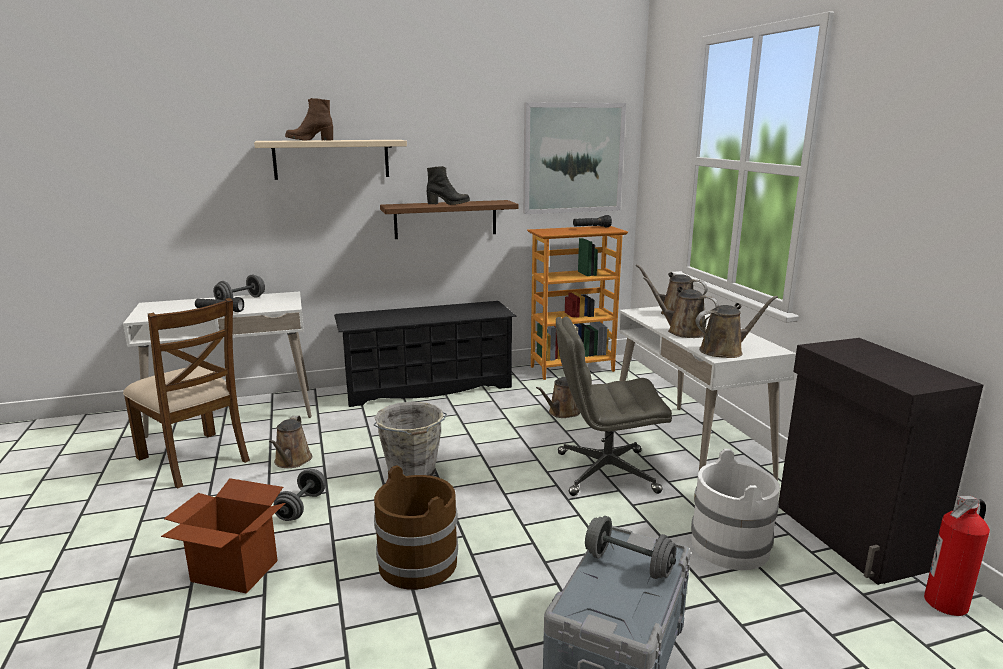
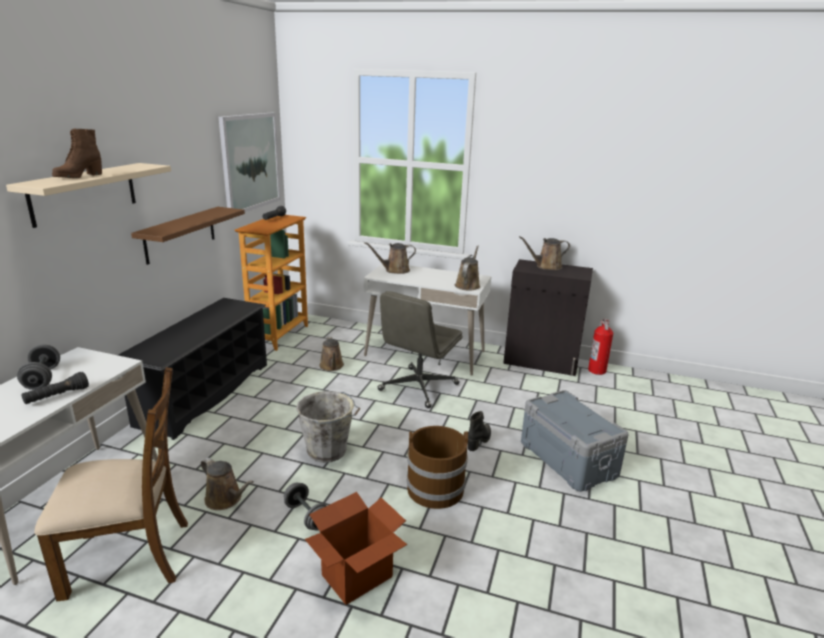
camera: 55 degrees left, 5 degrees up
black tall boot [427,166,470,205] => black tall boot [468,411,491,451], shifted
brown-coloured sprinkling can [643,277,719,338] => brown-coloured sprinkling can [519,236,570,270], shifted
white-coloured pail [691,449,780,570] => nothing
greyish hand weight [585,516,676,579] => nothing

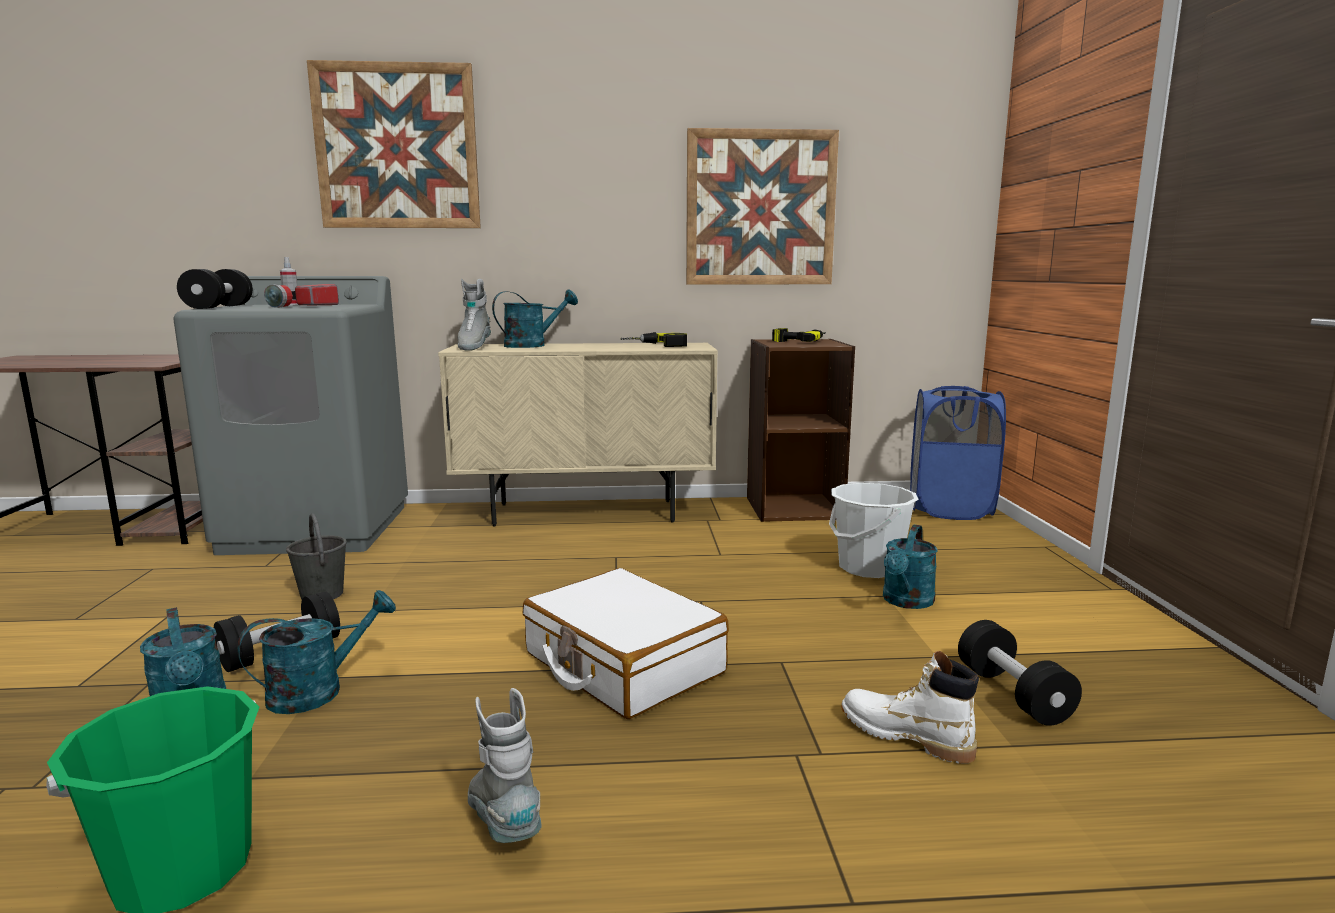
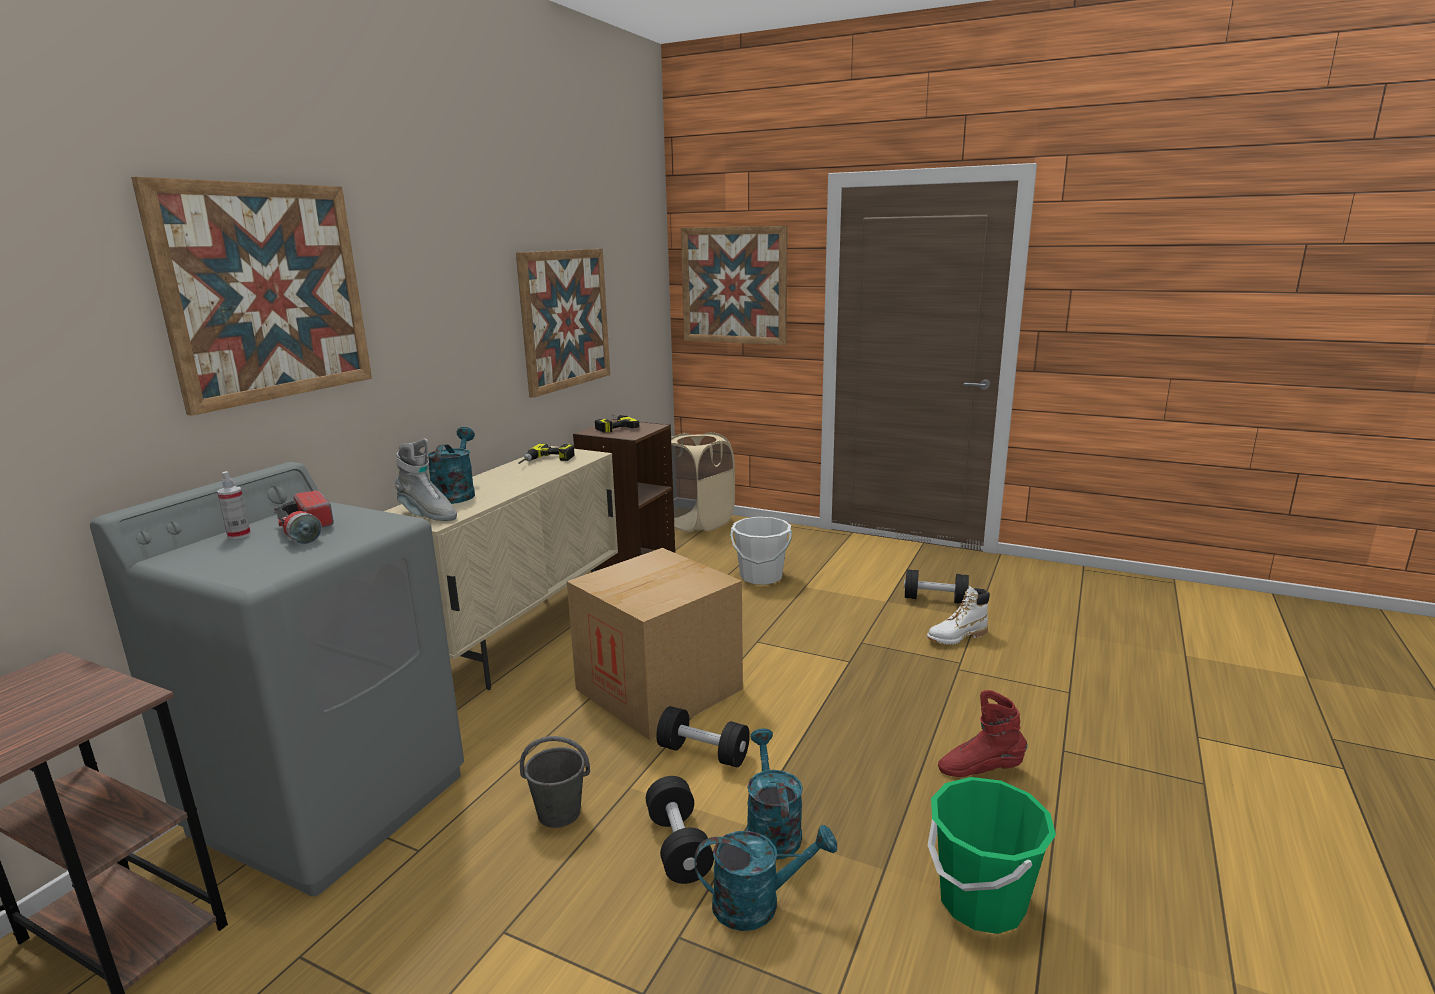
camera: 60 degrees left, 5 degrees up
black hand weight [177,269,253,309] => black hand weight [656,706,750,767], shifted
blue-coloured hamper [910,386,1006,520] => beige hamper [671,432,735,532]
turquoise sprinkling can [883,525,938,609] => nothing
white-coloured suitcase [523,568,729,719] => nothing
greyish tall boot [468,688,541,843] => reddish tall boot [938,690,1027,777]
nothing => picture [681,226,788,345]
nothing => carton [567,548,743,740]

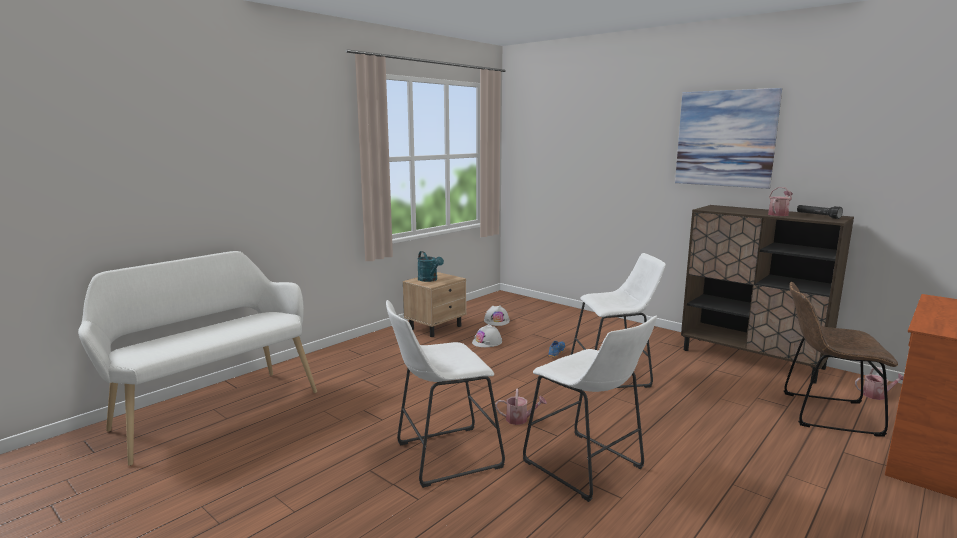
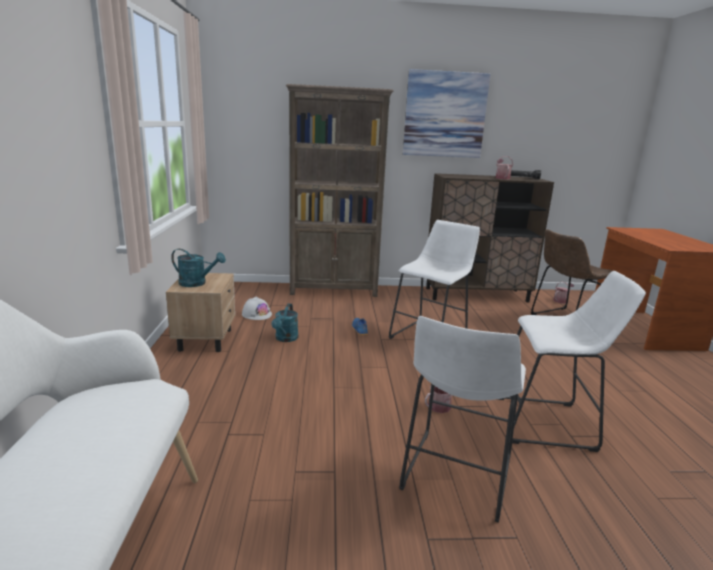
camera: 45 degrees left, 5 degrees up
white-coloured work helmet [472,324,502,347] => turquoise sprinkling can [271,303,298,342]
nothing => brown-coloured bookshelf [286,84,393,297]

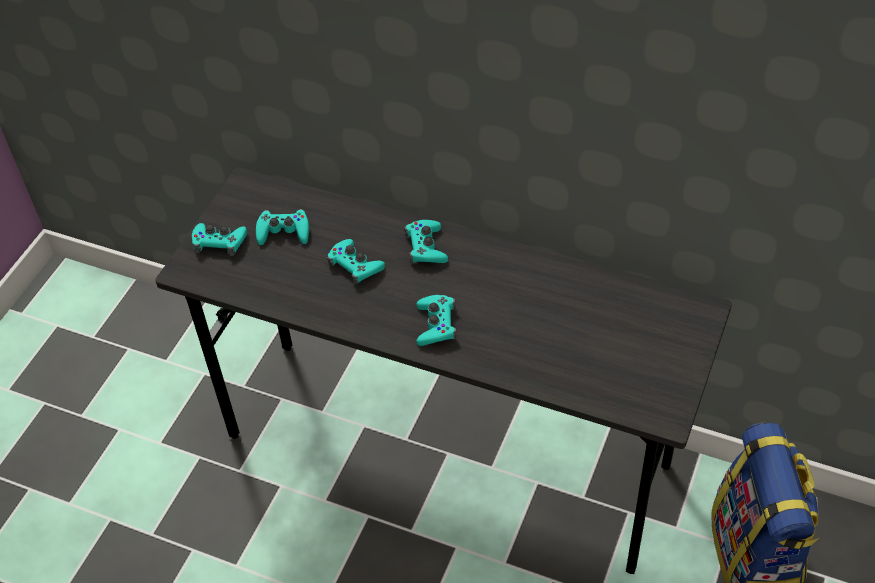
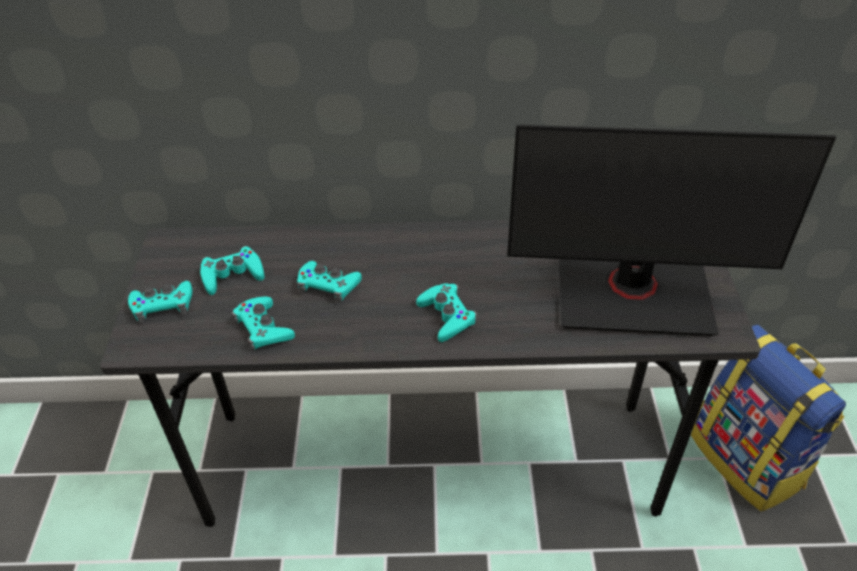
camera: 25 degrees left, 5 degrees down
turquoise joypad [404,220,448,263] => turquoise joypad [231,297,295,351], shifted
nothing => computer display [507,124,836,336]

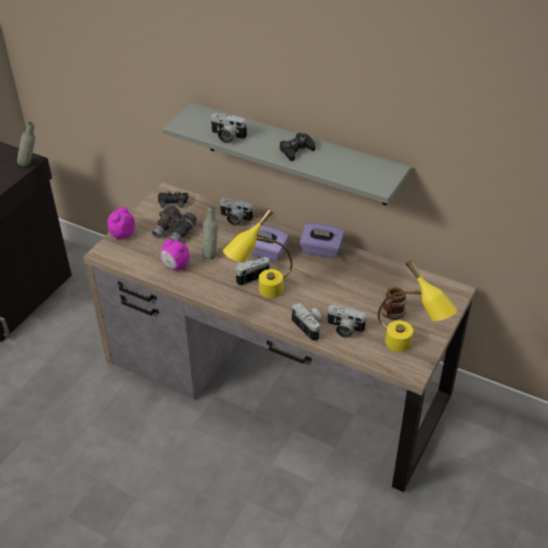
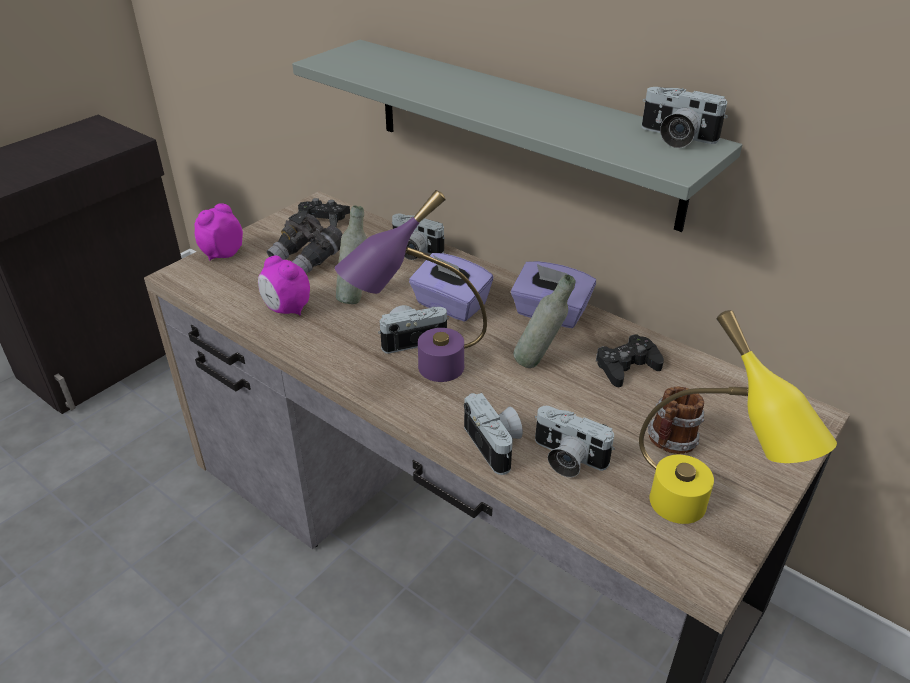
camera: 10 degrees right, 5 degrees down
still camera [210,113,248,143] => still camera [641,87,728,148], shifted
greyish drink bottle [17,122,35,167] => greyish drink bottle [514,274,575,368], shifted
black joypad [280,133,315,161] => black joypad [596,334,664,388], shifted
yellow-coloured tabletop lamp [223,208,293,298] => purplish tabletop lamp [335,190,487,382]

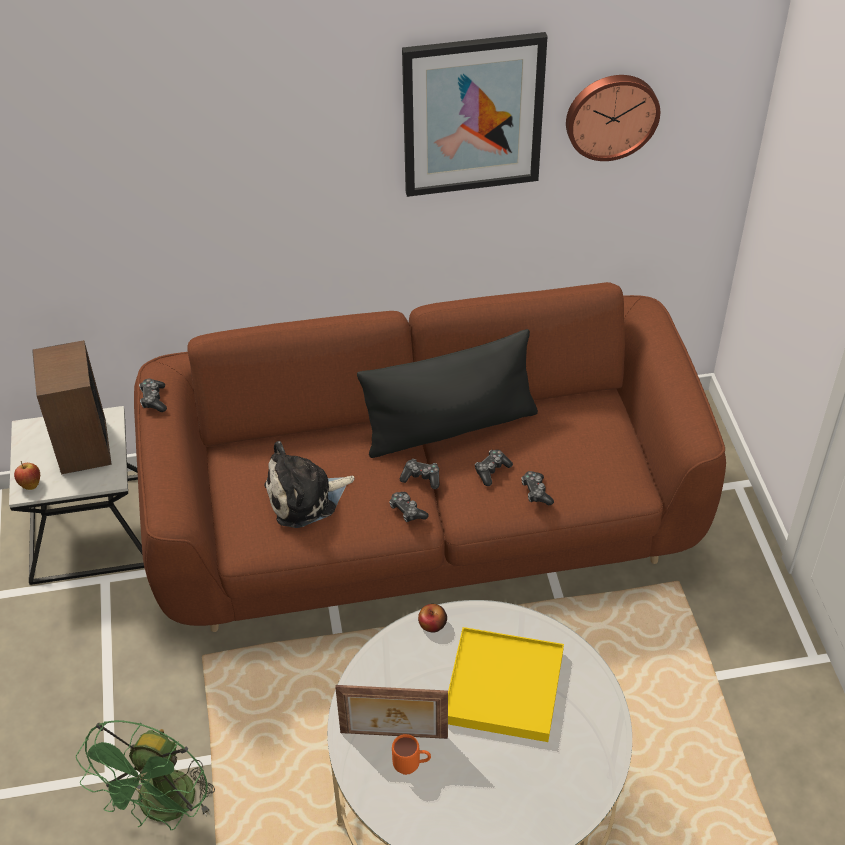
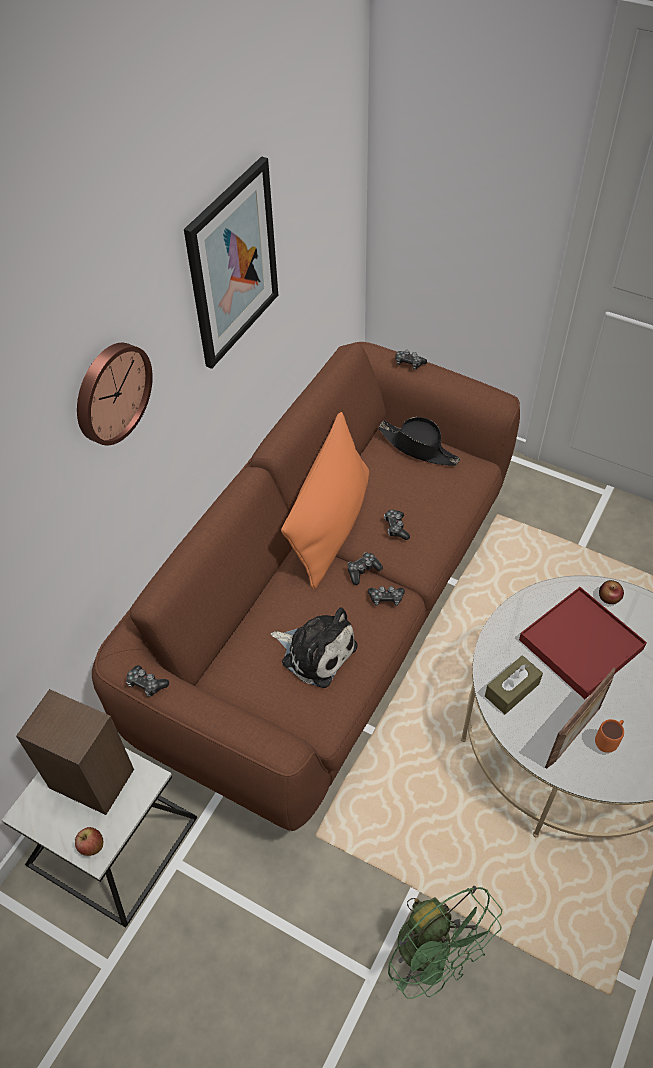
camera: 50 degrees left, 5 degrees up
wall clock [566,75,660,161] => wall clock [77,343,153,446], shifted
black pillow [357,329,538,458] => orangey pillow [281,412,369,589]
plush toy [264,441,354,528] => plush toy [271,607,358,688], 75 degrees counterclockwise
joypad [521,471,554,505] => joypad [395,350,427,370], shifted
apple [418,604,447,632] => apple [599,580,624,604], shifted
yellow-coloured tray [448,627,564,742] => reddish tray [519,587,647,699]
nothing => black clothing hat [378,417,460,466]
nothing => brown-coloured tissue box [485,655,543,714]

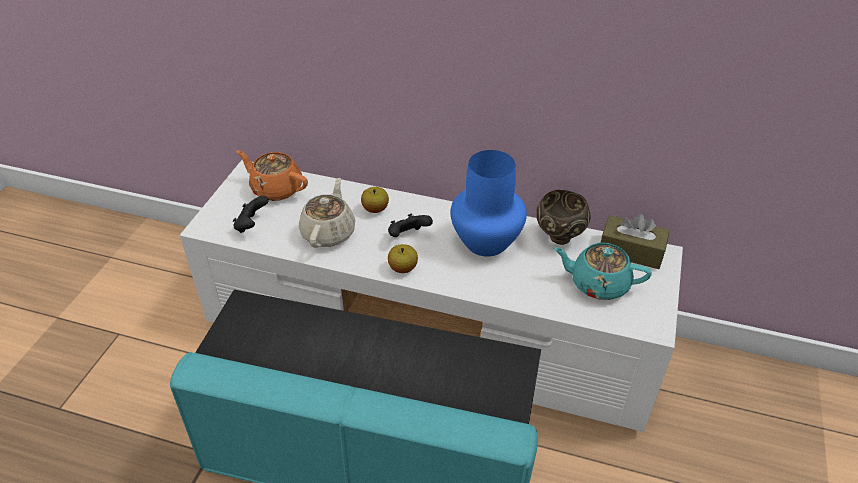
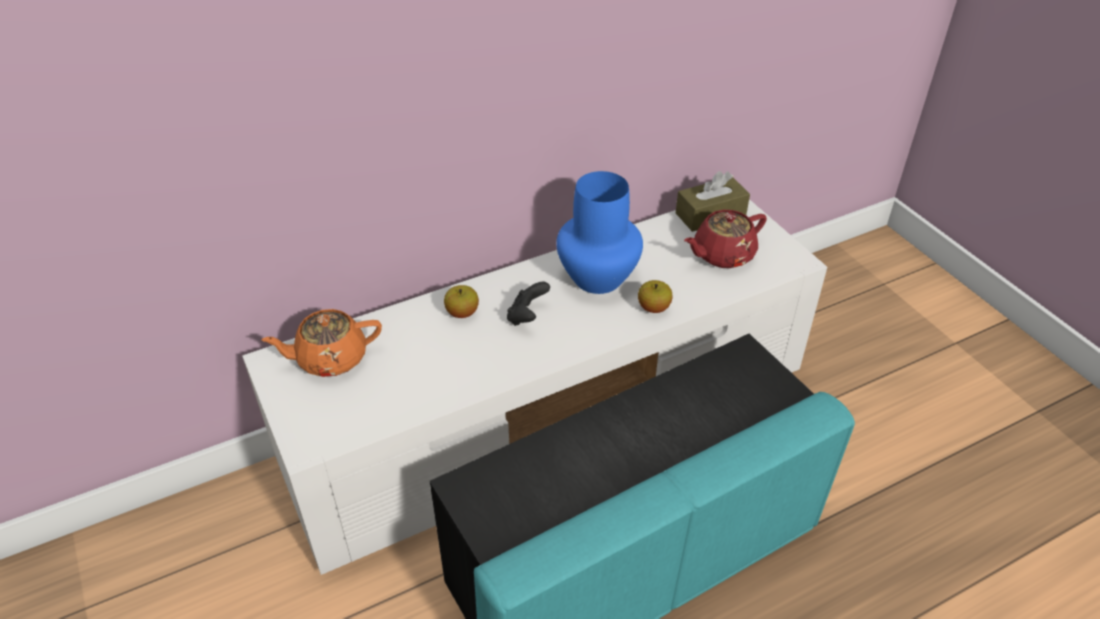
camera: 45 degrees left, 0 degrees up
beige tea pot [299,178,355,248] => nothing
brown-coloured serving bowl [536,190,591,245] => nothing
black joypad [233,196,269,233] => nothing
turquoise tea pot [553,243,652,300] => reddish tea pot [684,210,767,268]
apple [388,244,418,273] => apple [638,280,673,313], shifted

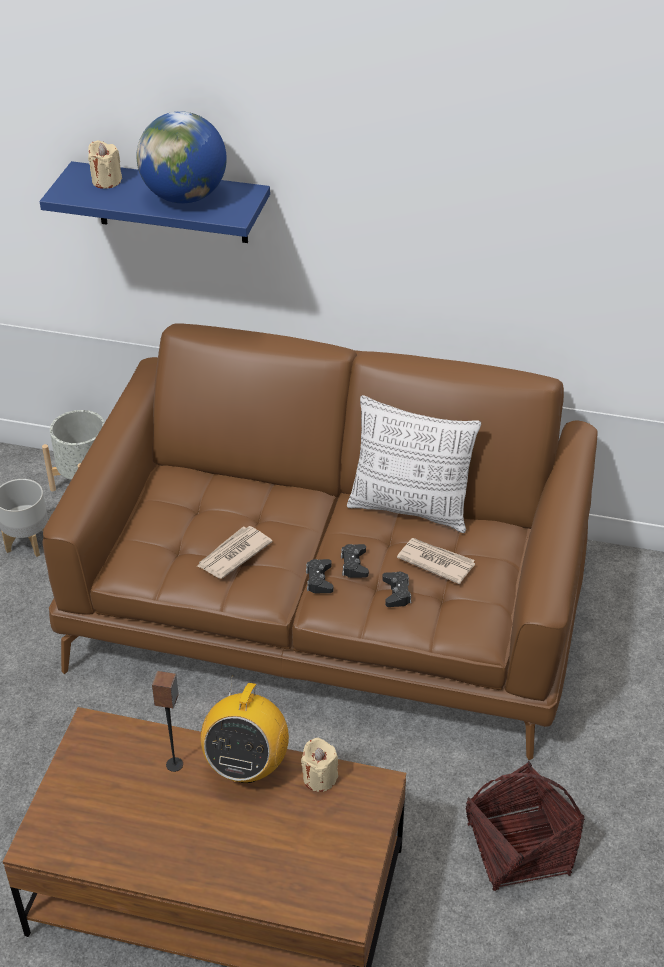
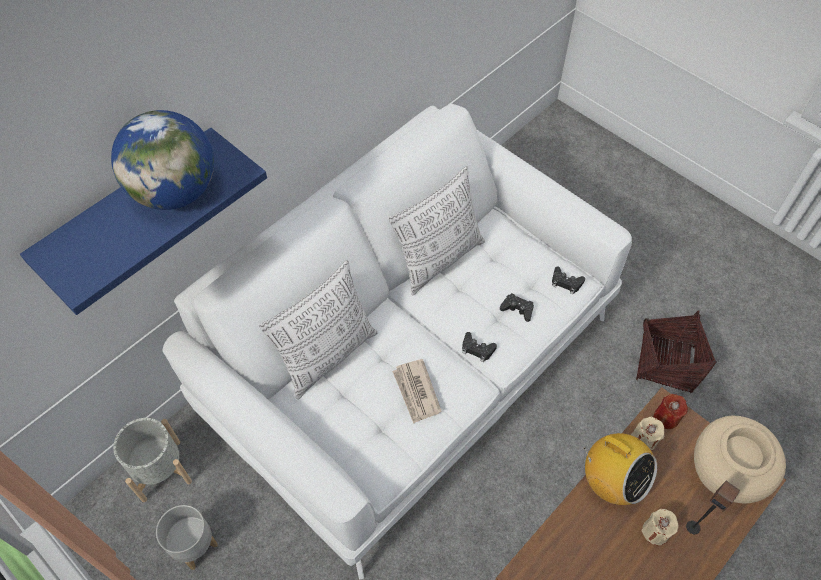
camera: 60 degrees left, 15 degrees up
beige candle [88,140,122,189] => beige candle [641,509,679,545], shifted
brown-coloured settee [42,323,597,760] => white-coloured settee [163,104,632,579]
newspaper [397,538,475,584] => nothing
black joypad [341,544,369,578] => black joypad [552,266,585,294], shifted
speaker [152,671,183,772] => speaker [686,480,740,534], shifted
nothing => pillow [259,260,377,399]
nothing => reddish candle [653,394,688,429]
nothing => beige vase [694,415,786,503]

